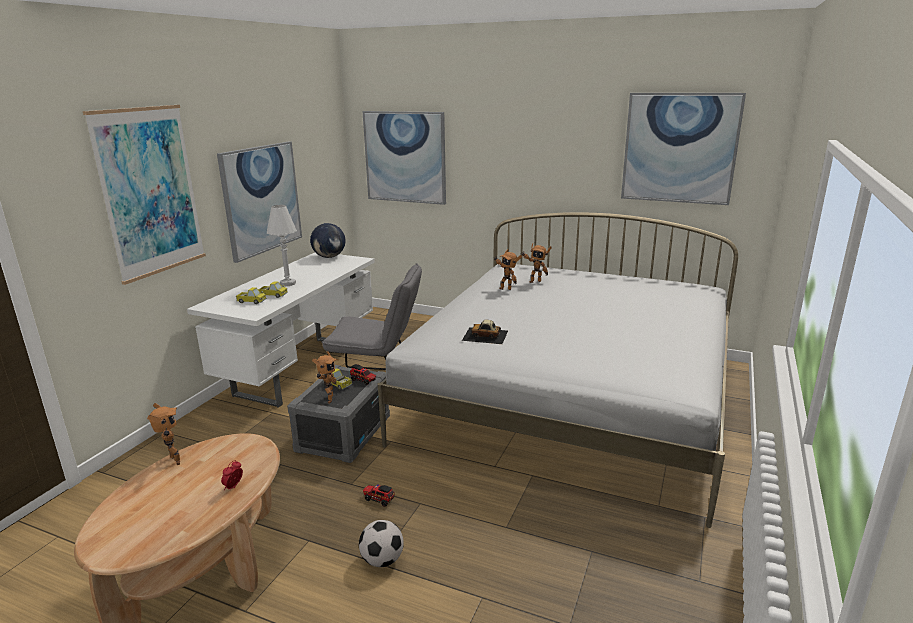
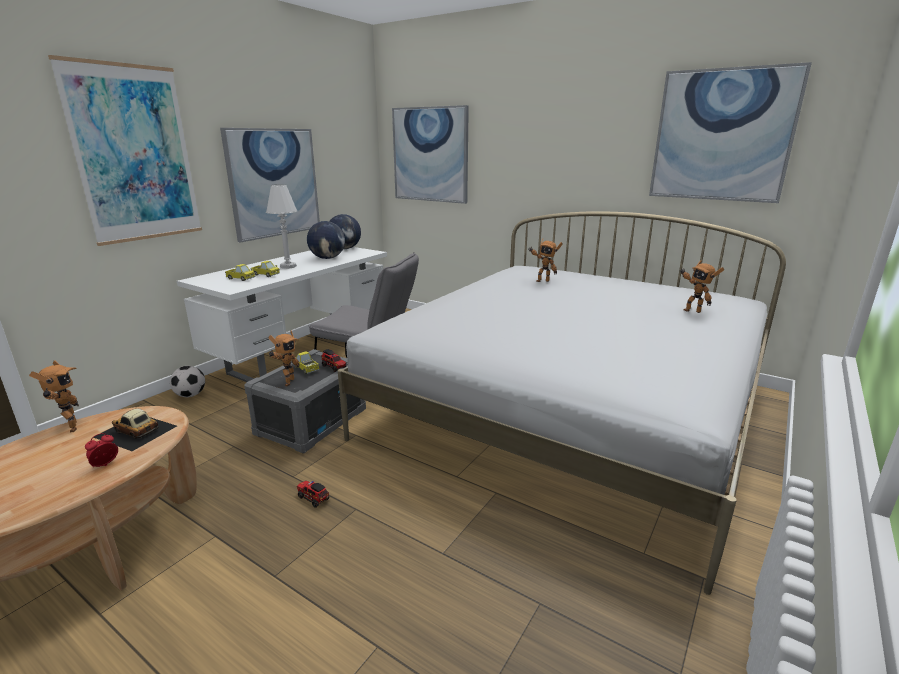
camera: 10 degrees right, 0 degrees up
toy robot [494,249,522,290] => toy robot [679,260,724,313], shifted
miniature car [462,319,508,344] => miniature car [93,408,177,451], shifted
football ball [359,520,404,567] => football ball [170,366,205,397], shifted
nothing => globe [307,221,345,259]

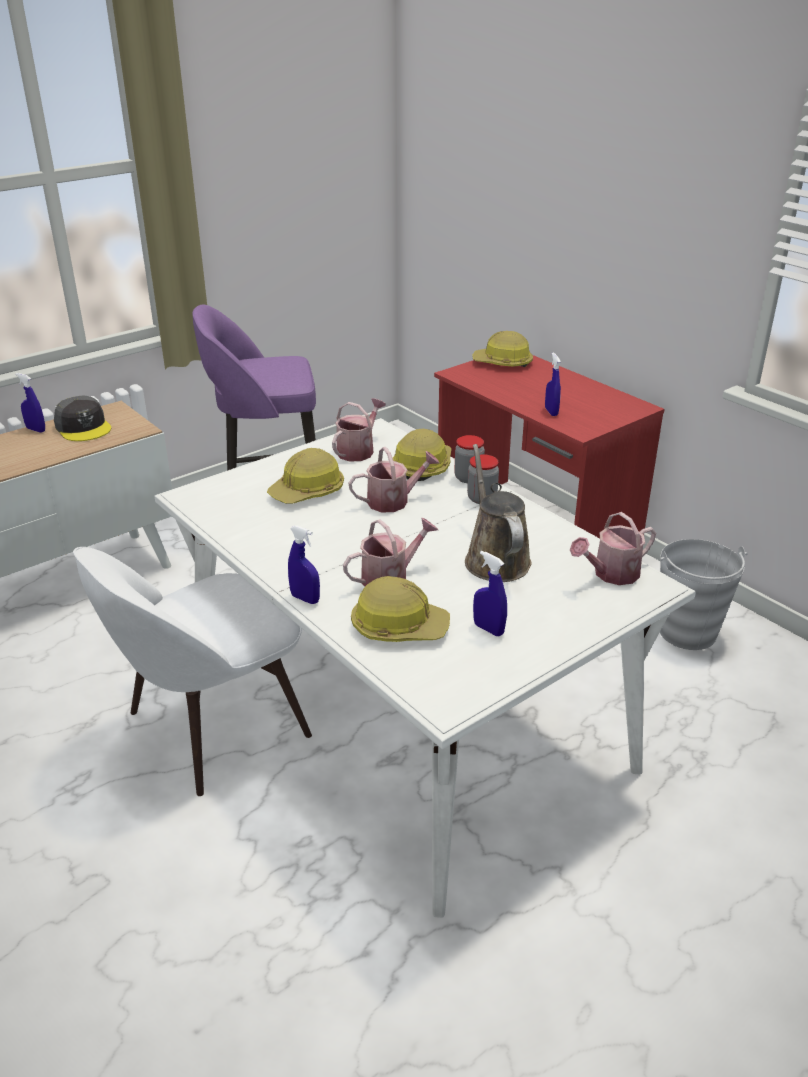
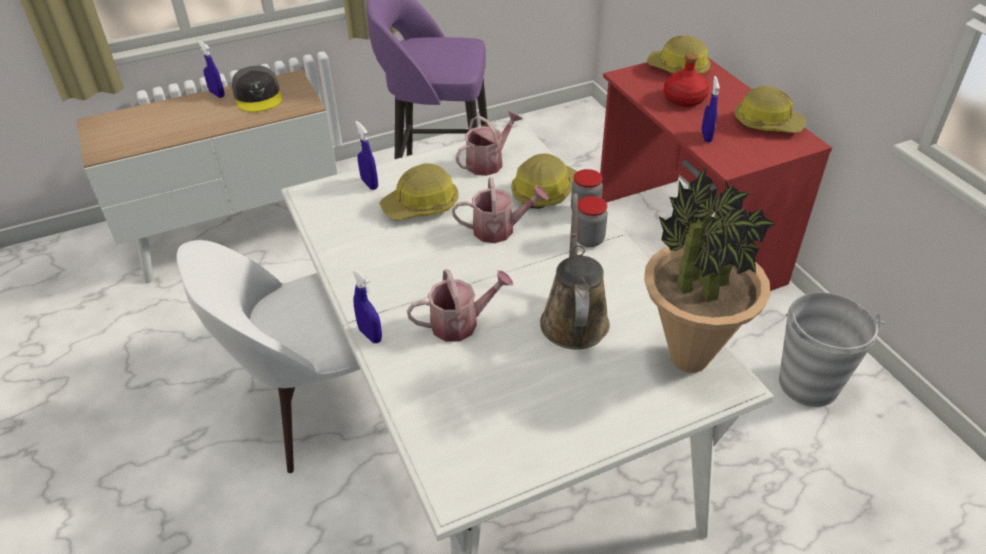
camera: 15 degrees right, 10 degrees up
sprinkling can [570,512,656,585] => houseplant [644,166,776,373]
blue-coloured spray bottle [473,551,507,636] => blue-coloured spray bottle [355,121,378,190], shifted
work helmet [351,576,450,642] => work helmet [735,86,806,133], shifted
nothing => reddish drink bottle [663,53,709,107]

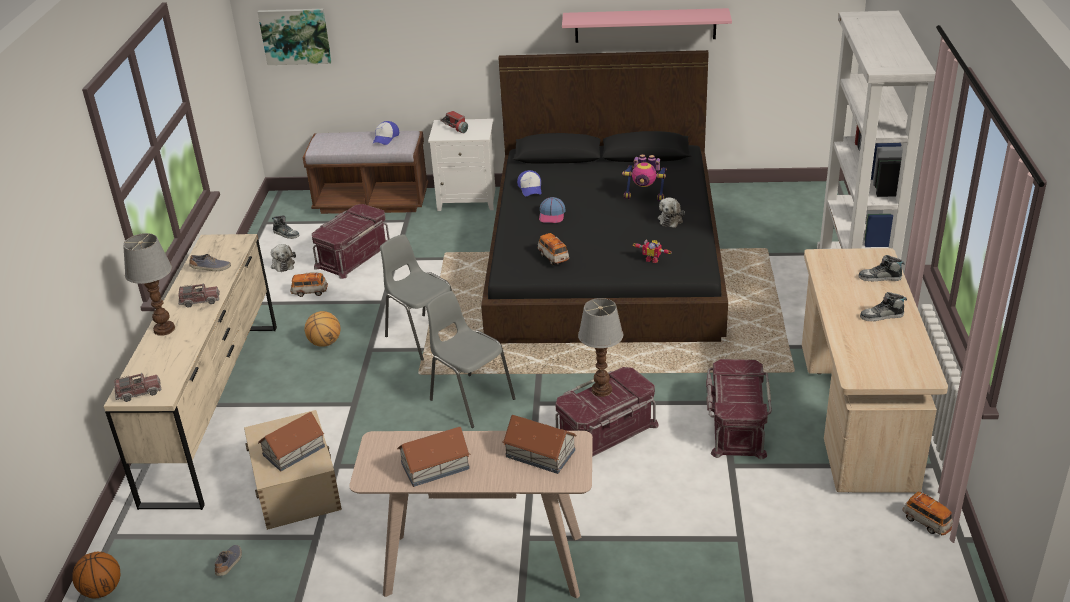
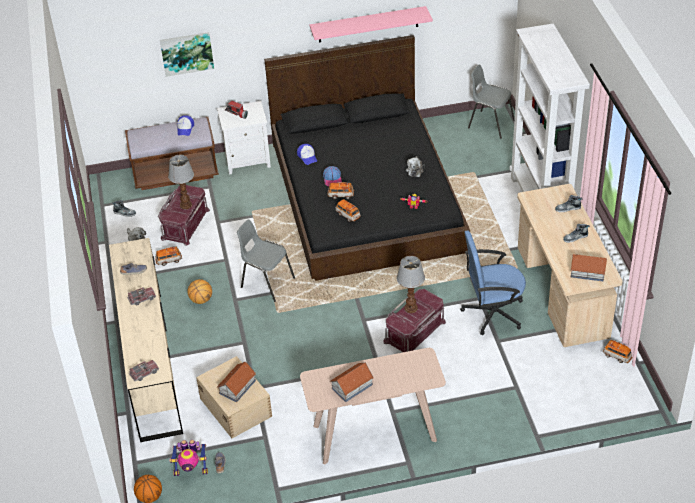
camera: 15 degrees left, 10 degrees up
picture [258,9,332,65] => picture [160,32,214,77], shifted
toy robot [622,154,667,201] => toy robot [170,440,208,476], shifted
tabletop lamp [123,233,175,336] => tabletop lamp [168,155,194,209], shifted
greyish chair [426,291,516,428] => greyish chair [468,65,515,139], shifted
reddish storage container [706,359,772,460] => blue-coloured desk chair [460,230,526,335]
miniature house [502,415,577,474] => miniature house [570,254,607,281], shifted
nothing => miniature car [328,182,354,199]

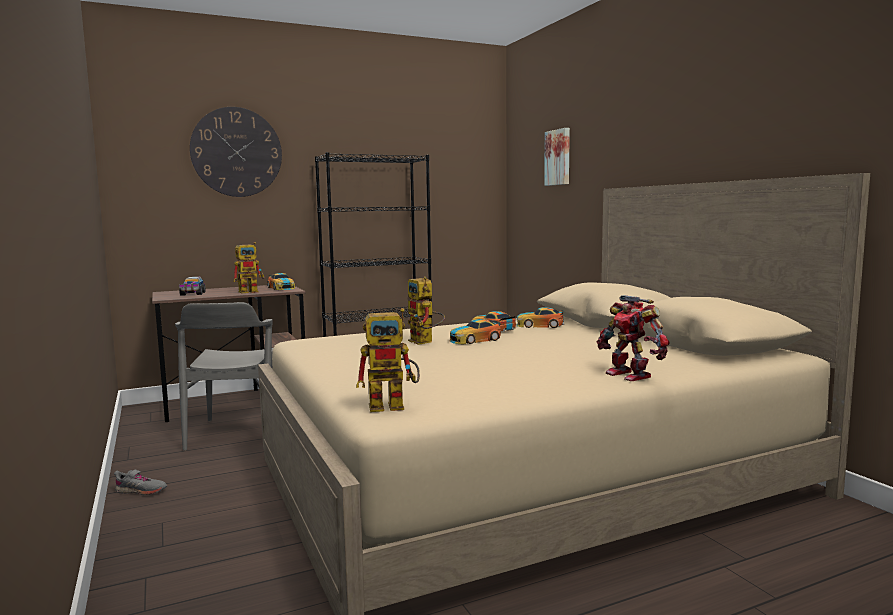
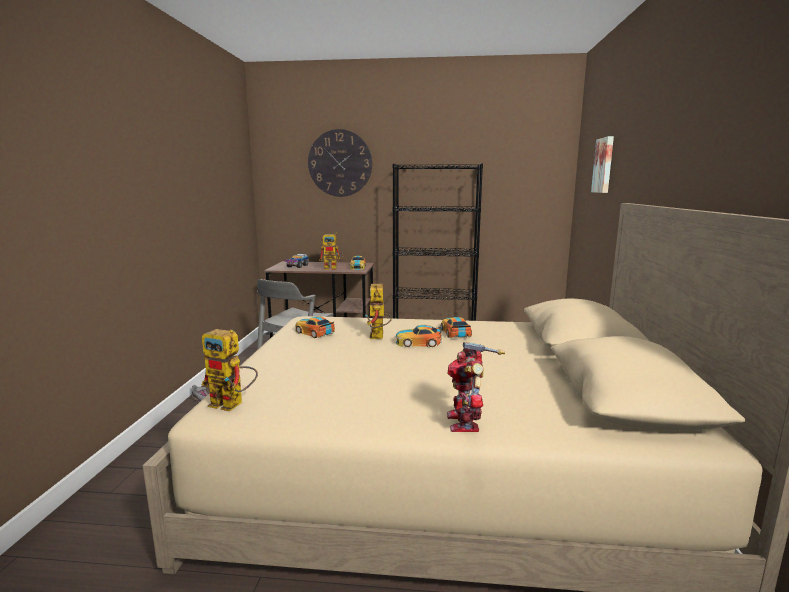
camera: 30 degrees right, 5 degrees up
miniature car [517,307,564,328] => miniature car [296,316,335,338], shifted

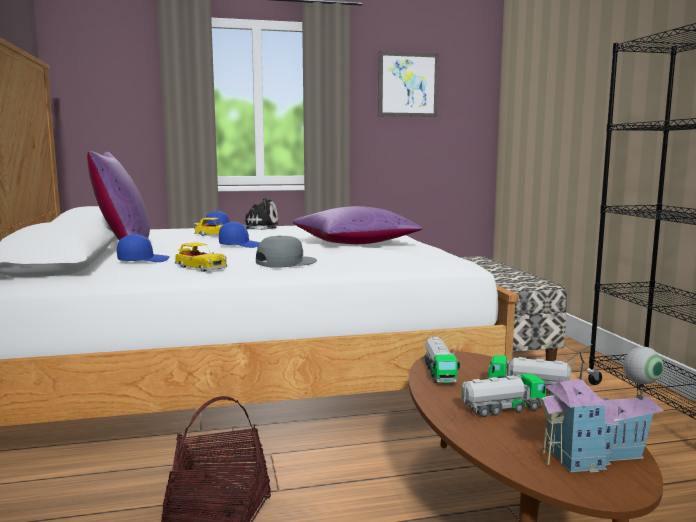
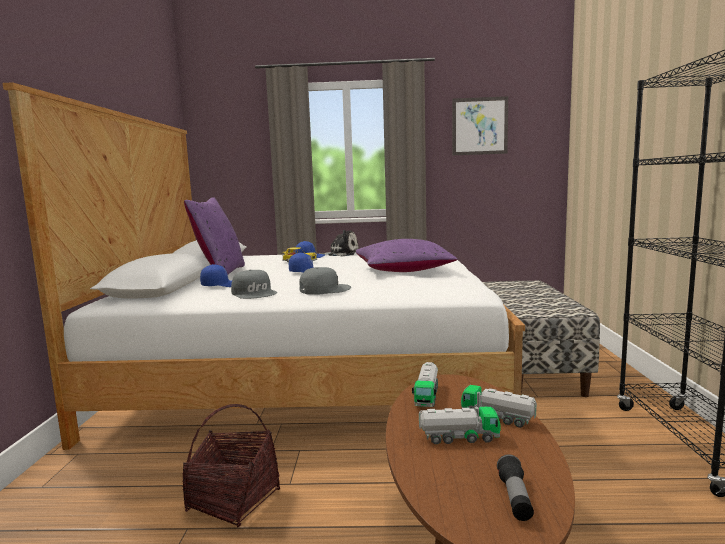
camera: 15 degrees right, 0 degrees up
miniature car [175,242,227,272] => greyish baseball cap [231,270,277,299]
miniature house [535,344,664,472] => hand torch [497,455,534,521]

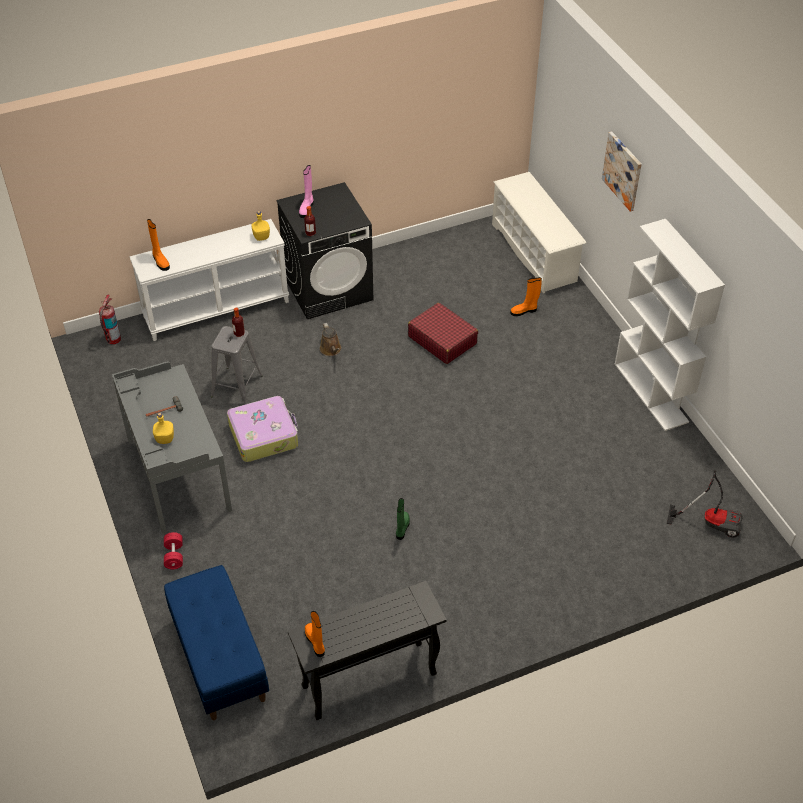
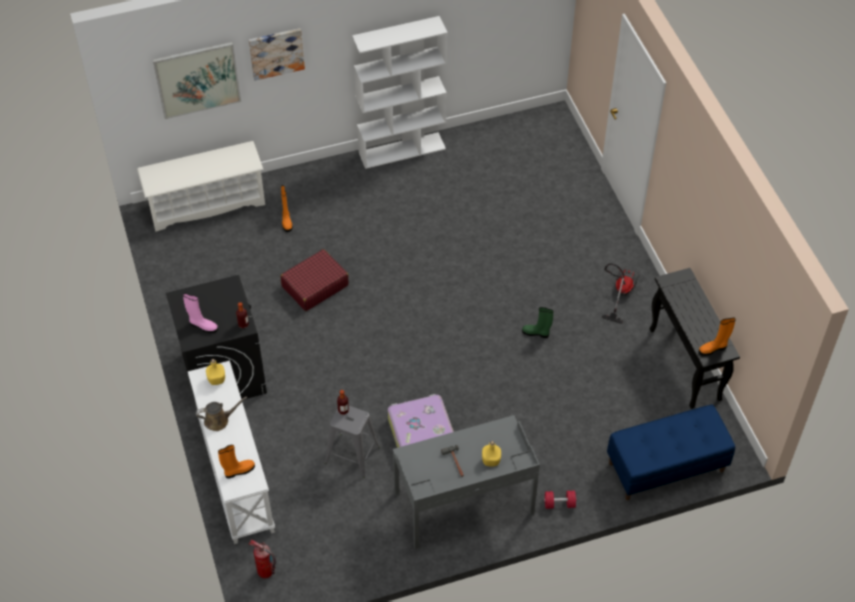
camera: 85 degrees left, 5 degrees up
brown-coloured sprinkling can [320,323,341,356] => brown-coloured sprinkling can [196,397,247,431], shifted
vacuum cleaner [666,470,742,537] => vacuum cleaner [601,263,640,324], shifted
nothing => picture [153,42,241,119]

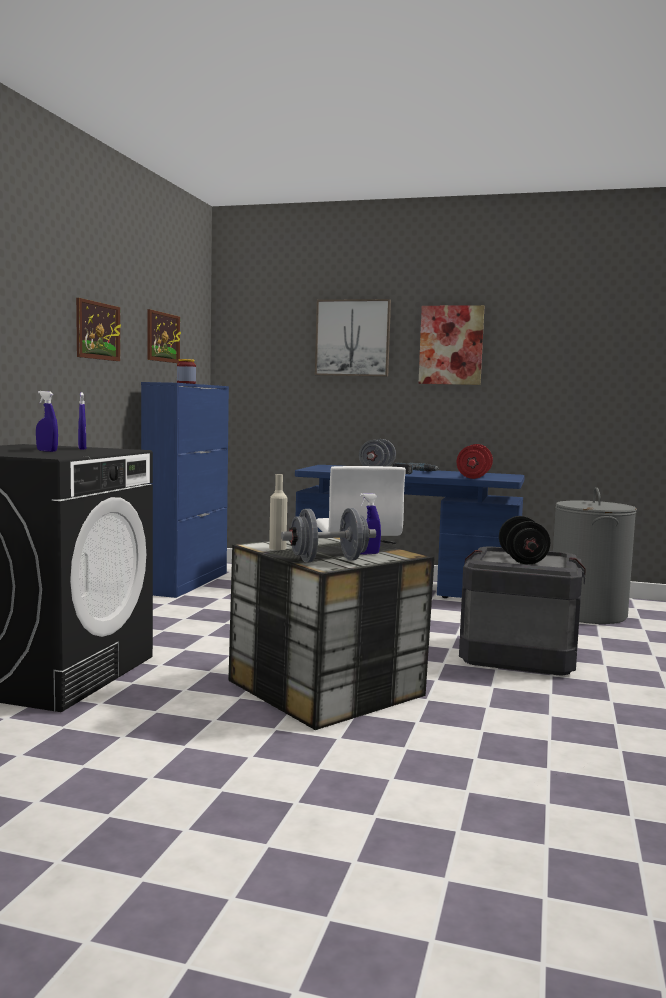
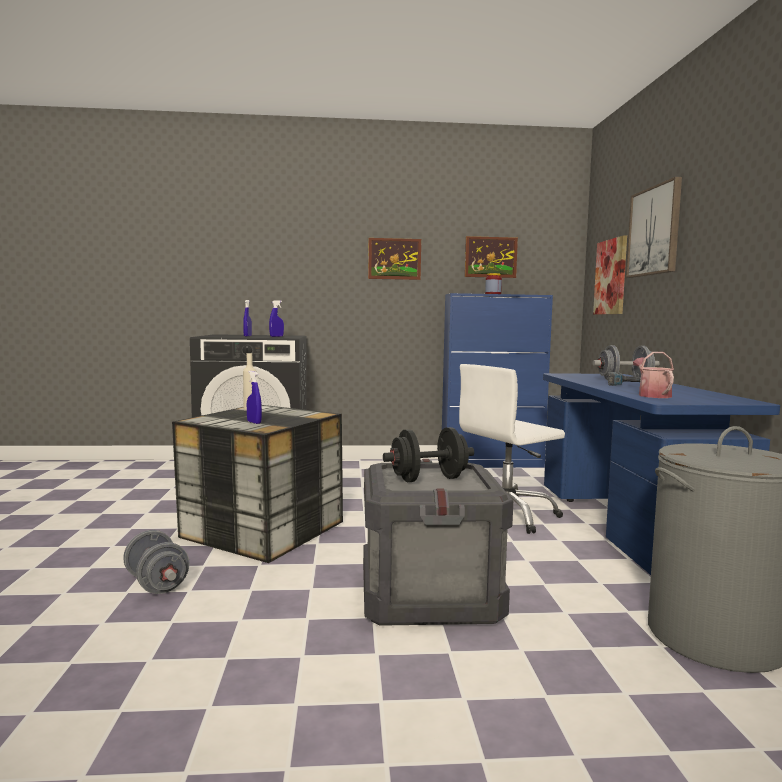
camera: 70 degrees right, 0 degrees up
picture [419,305,484,385] => picture [593,235,627,314], shifted
reddish hand weight [456,444,493,479] => sprinkling can [633,352,674,398]
greyish hand weight [281,508,376,562] => greyish hand weight [123,530,189,594], shifted

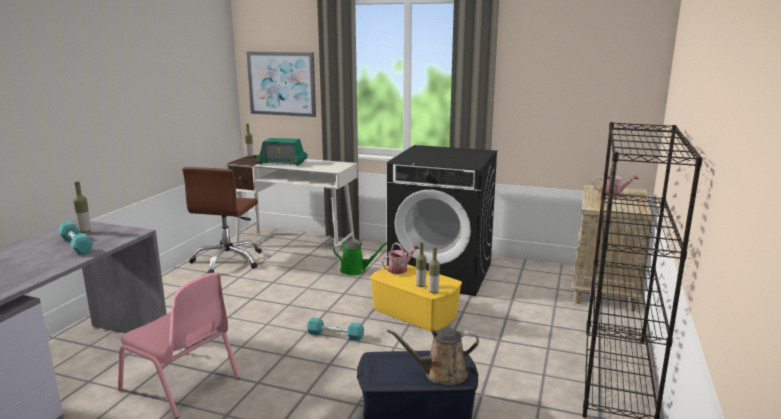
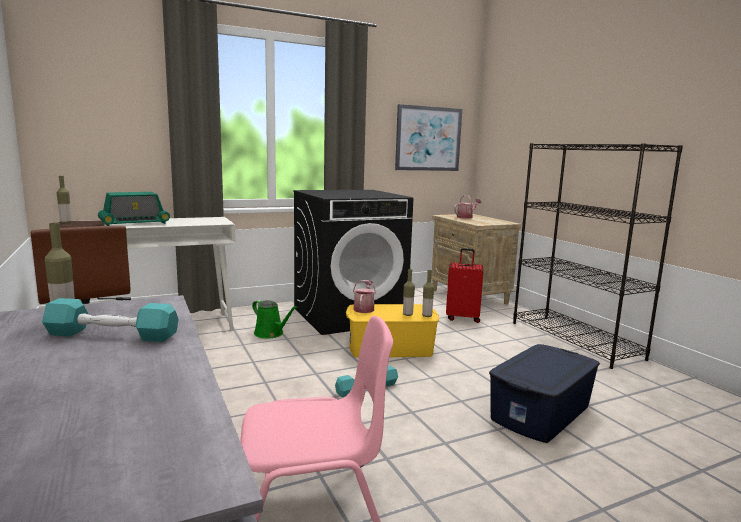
camera: 45 degrees left, 5 degrees down
picture [246,52,316,117] => picture [395,104,462,171], shifted
green-coloured sprinkling can [333,242,387,276] => green-coloured sprinkling can [252,300,297,339], 75 degrees clockwise
brown-coloured sprinkling can [387,327,479,385] => nothing
nothing => reddish suitcase [446,248,483,323]

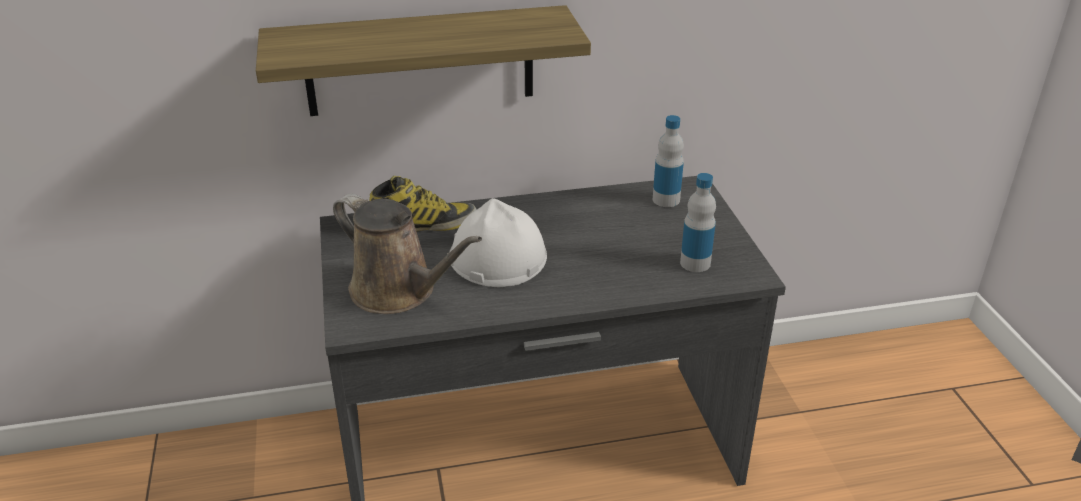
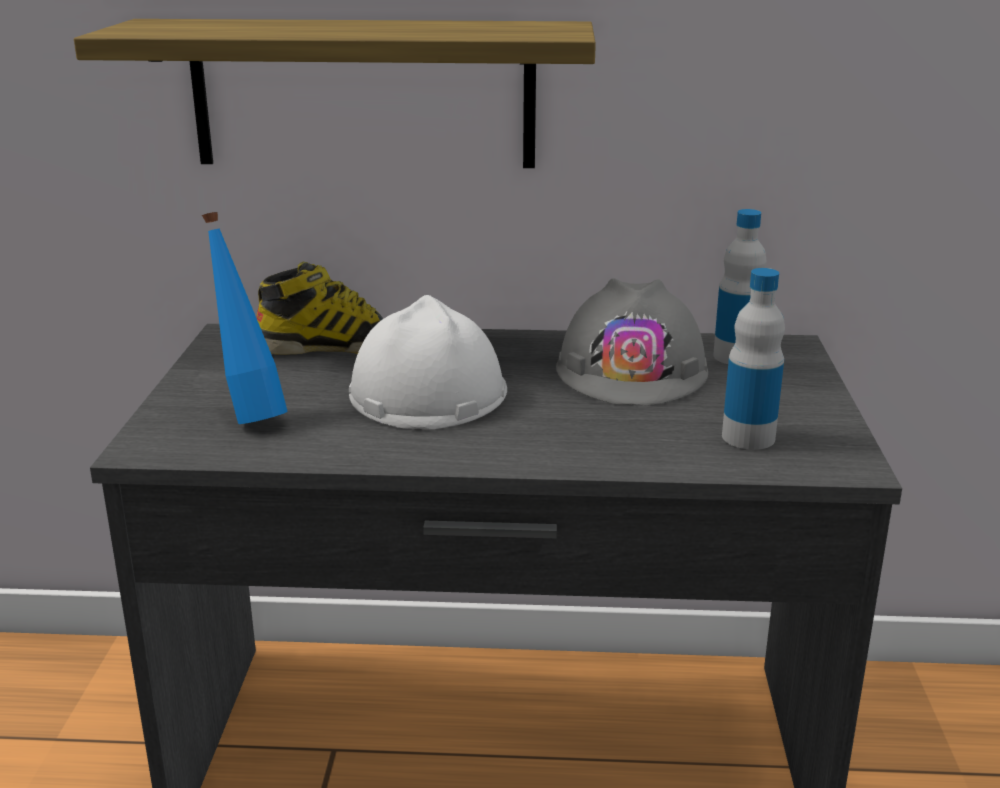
camera: 15 degrees right, 10 degrees down
brown-coloured sprinkling can [333,194,482,314] => blue-coloured drink bottle [202,212,287,424]
nothing => greyish work helmet [556,278,708,405]

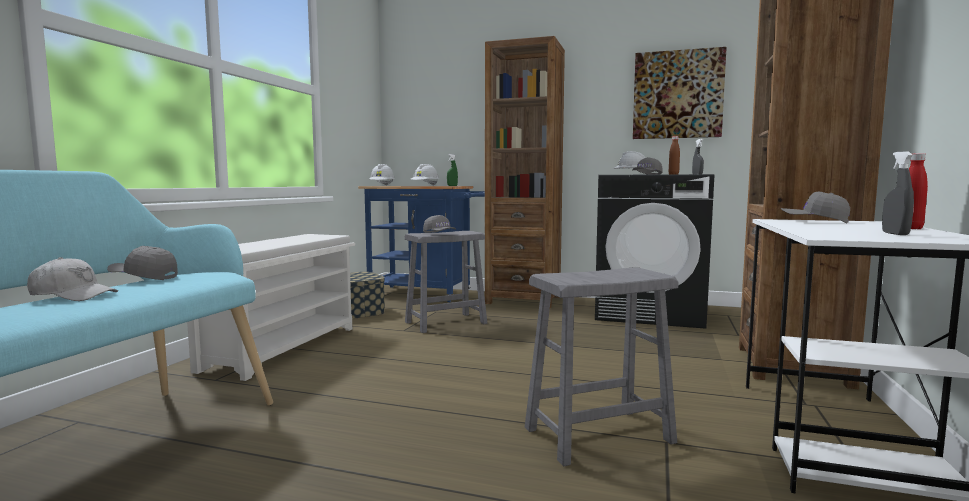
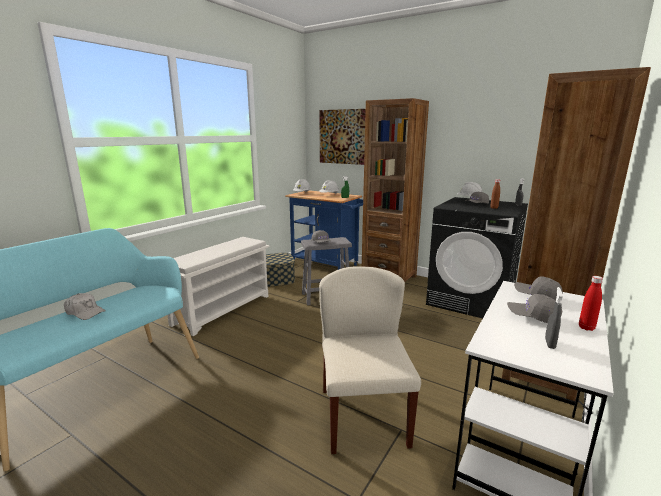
camera: 15 degrees right, 10 degrees up
picture [633,47,727,139] => picture [319,109,366,165], shifted
greyish baseball cap [107,246,178,280] => greyish baseball cap [507,294,562,323], shifted
greyish sitting stool [525,268,678,467] => beige chair [319,266,421,454]

